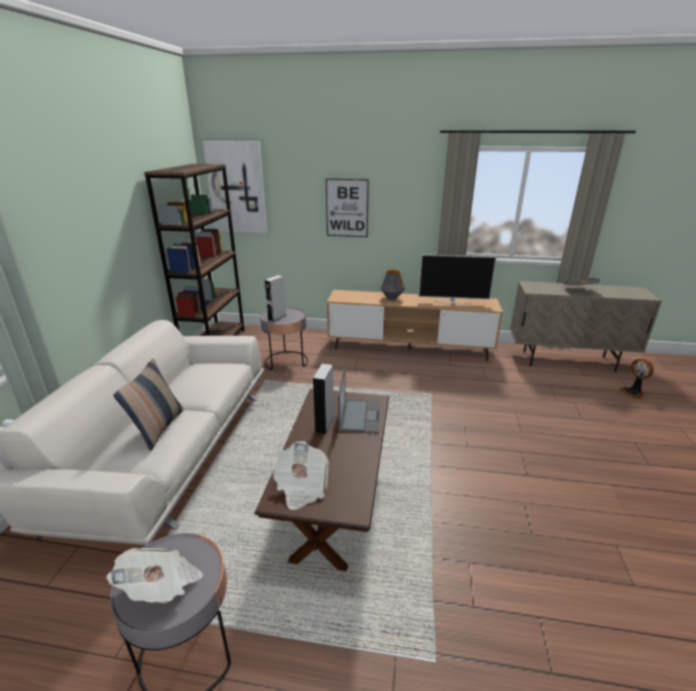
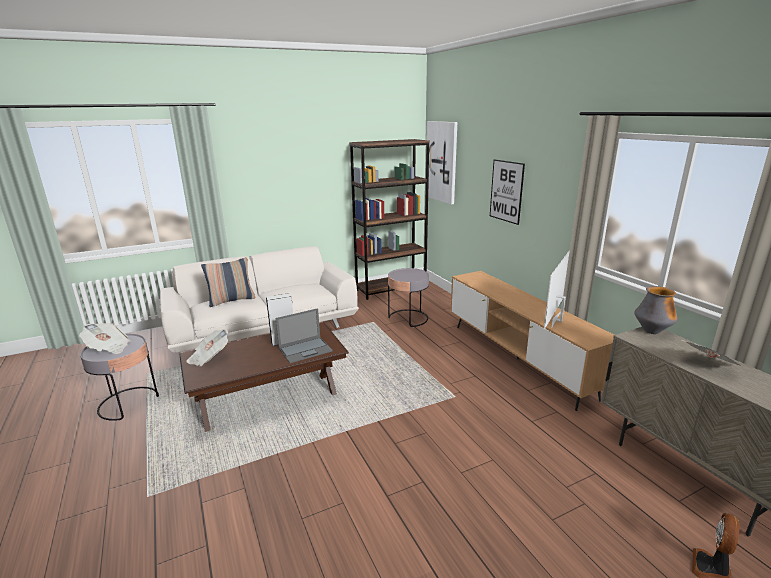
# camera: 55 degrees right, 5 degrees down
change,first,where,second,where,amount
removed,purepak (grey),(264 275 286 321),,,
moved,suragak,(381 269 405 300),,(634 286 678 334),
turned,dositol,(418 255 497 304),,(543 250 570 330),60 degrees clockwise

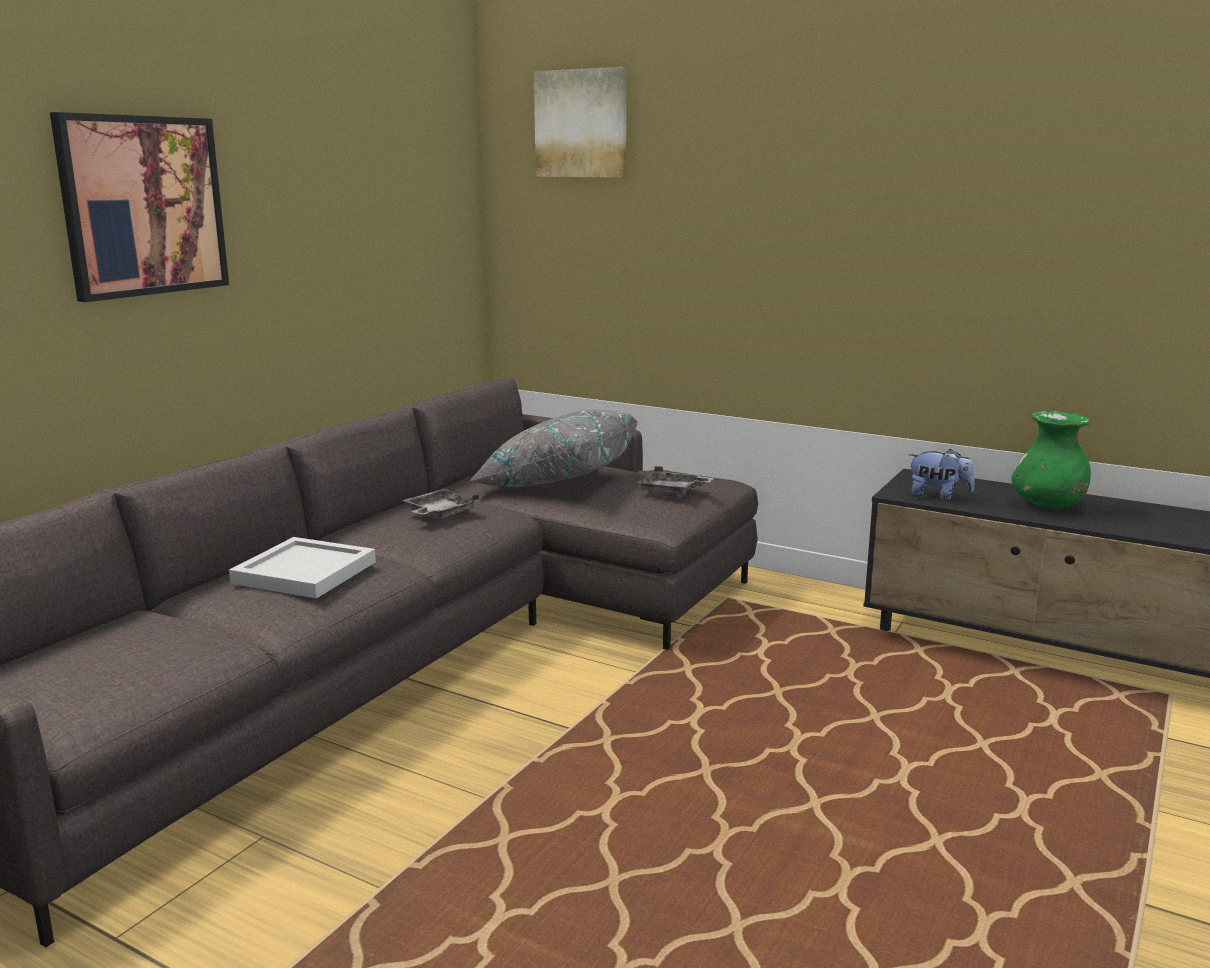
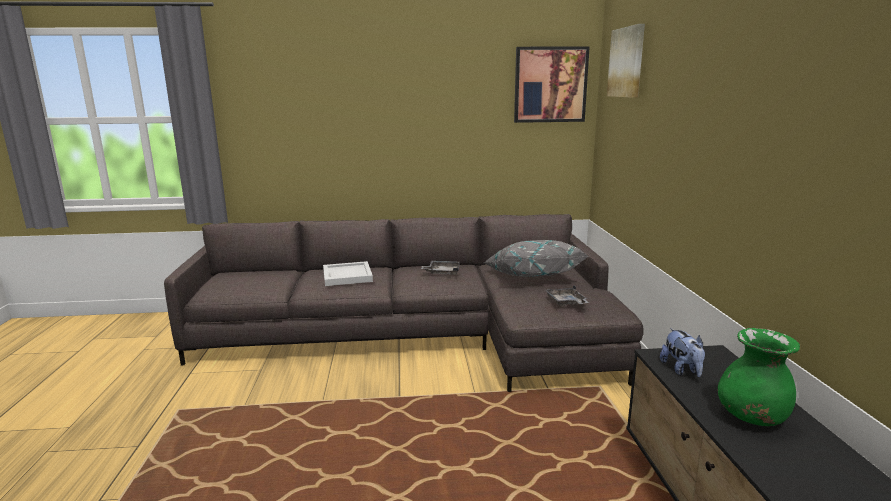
# camera: 55 degrees right, 0 degrees up
change,first,where,second,where,amount
moved,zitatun,(50 112 229 302),,(514 46 590 123),

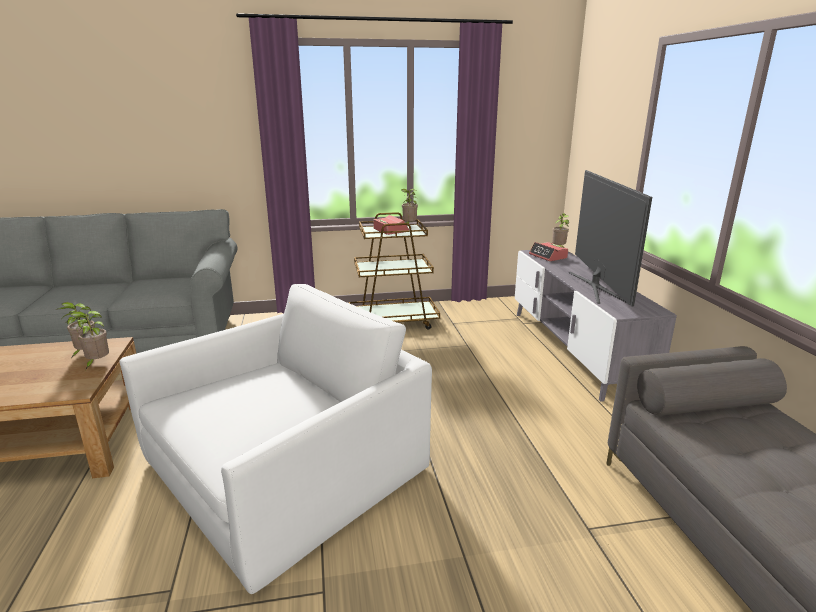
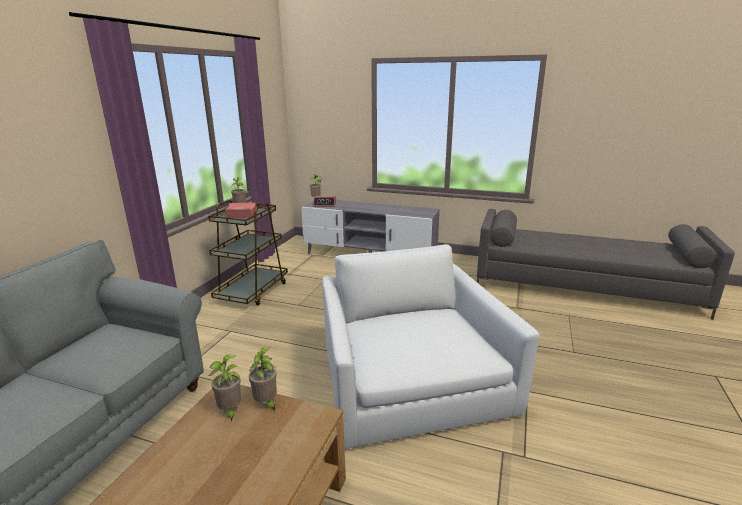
# camera: 60 degrees left, 0 degrees up
change,first,where,second,where,amount
removed,dositol,(569 170 652 307),,,

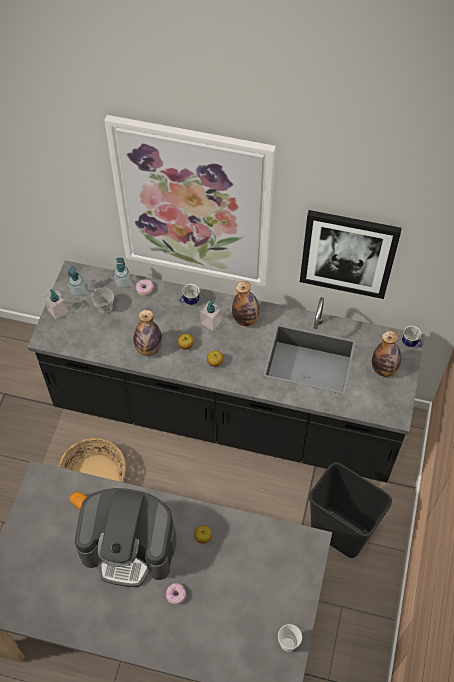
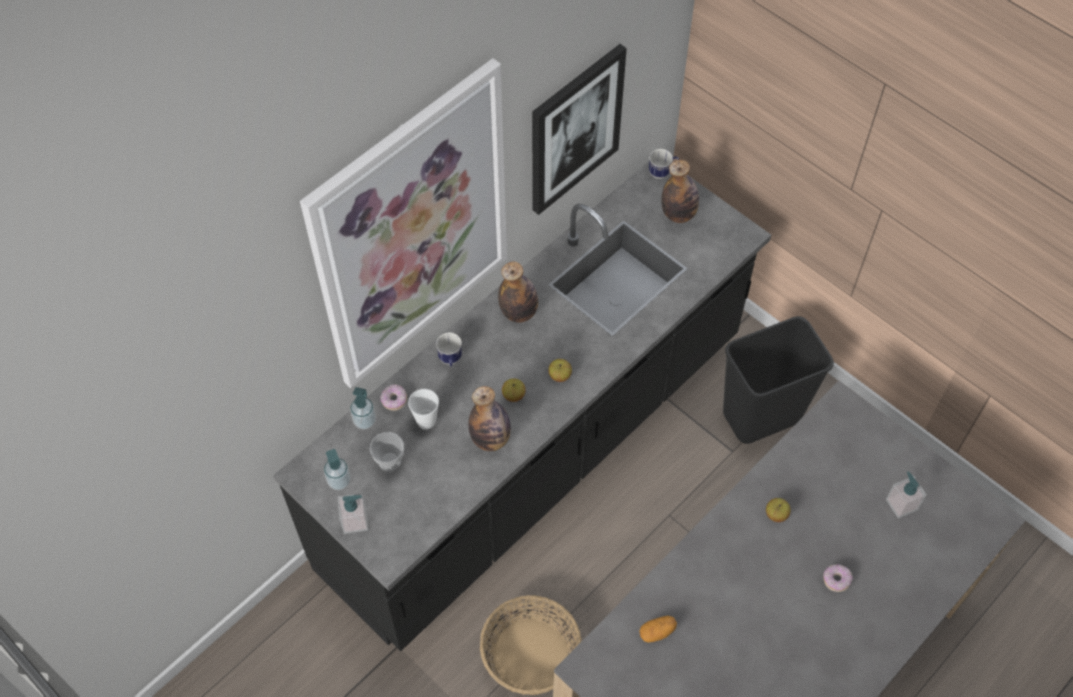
# camera: 60 degrees left, 0 degrees up
change,first,where,second,where,amount
removed,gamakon,(75 488 177 587),,,
moved,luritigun,(200 298 222 331),,(886 471 926 518),
moved,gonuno,(278 624 302 652),,(408 389 439 430),

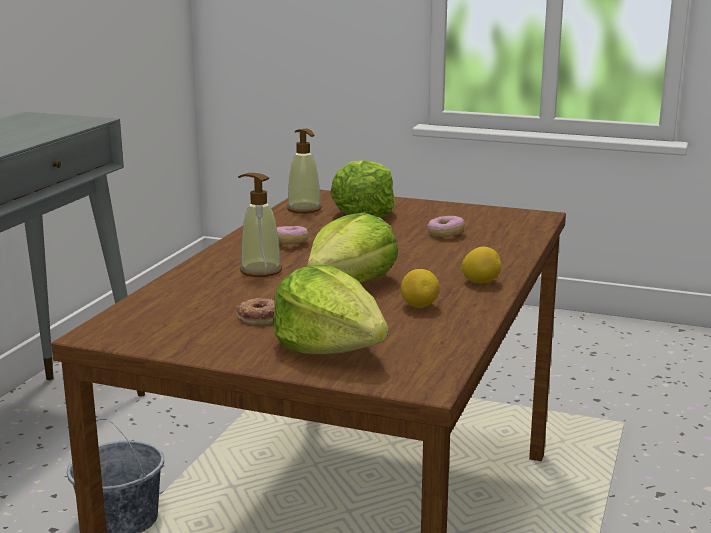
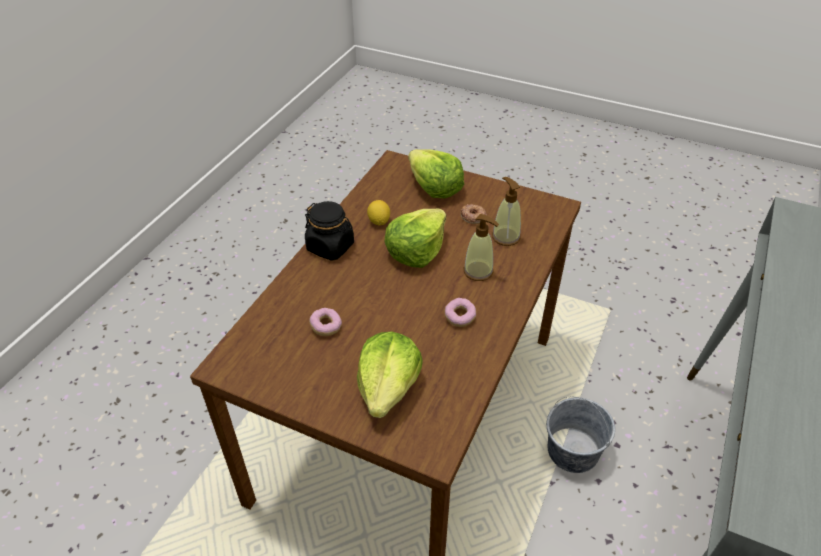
# camera: 175 degrees left, 25 degrees up
change,first,where,second,where,amount
moved,luritigun,(287 129 321 213),,(492 177 521 246),
replaced,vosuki,(461 247 501 283),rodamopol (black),(305 201 354 261),

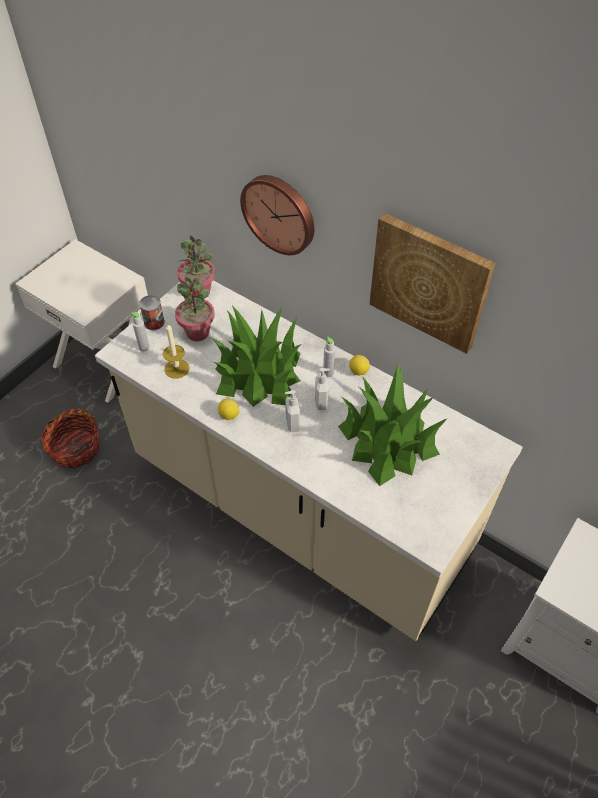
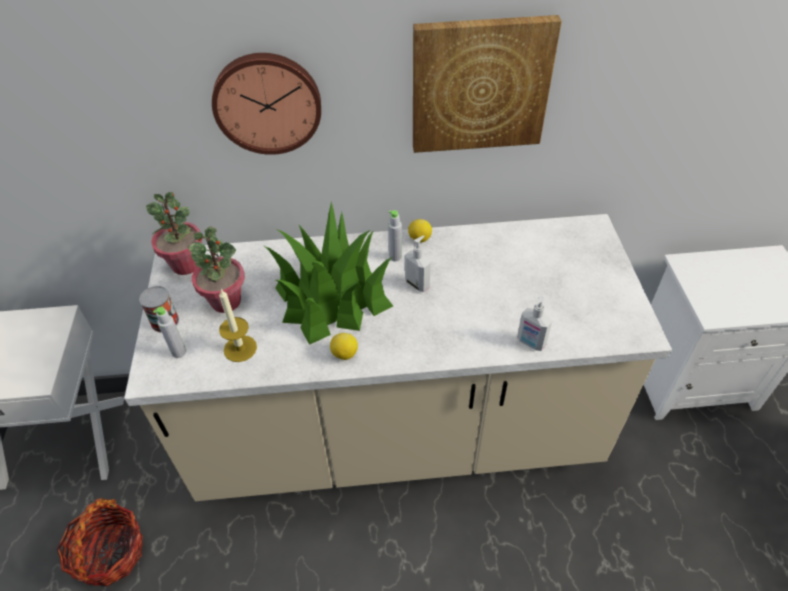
# camera: 40 degrees left, 5 degrees down
change,first,where,second,where,amount
moved,luritigun,(285 390 300 432),,(517 296 552 351),
removed,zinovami,(338 364 448 486),,,

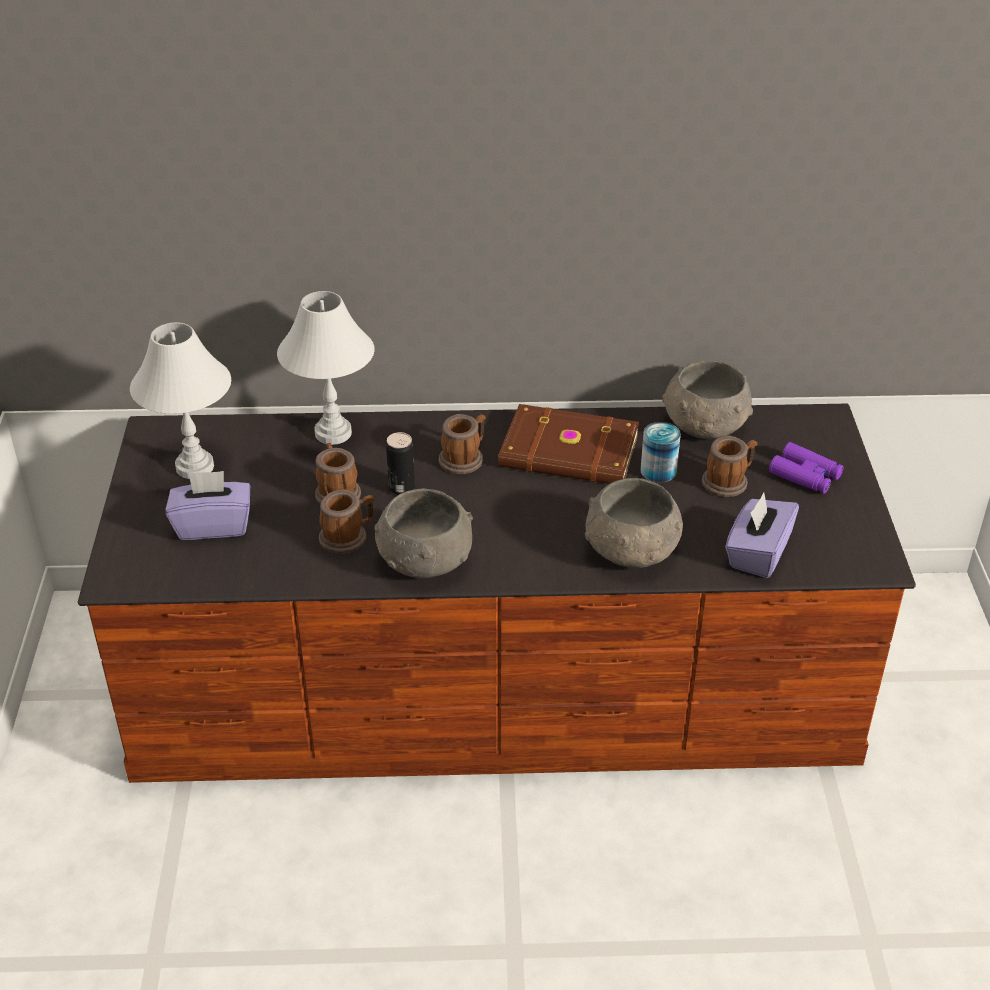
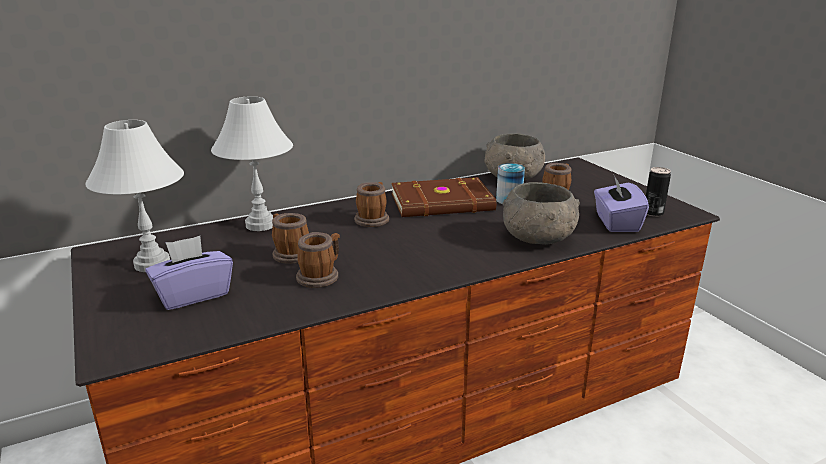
# camera: 25 degrees left, 15 degrees down
change,first,where,second,where,amount
removed,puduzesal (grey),(374 489 473 578),,,
moved,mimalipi,(386 432 415 495),,(646 167 671 217),
removed,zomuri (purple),(769 442 843 494),,,

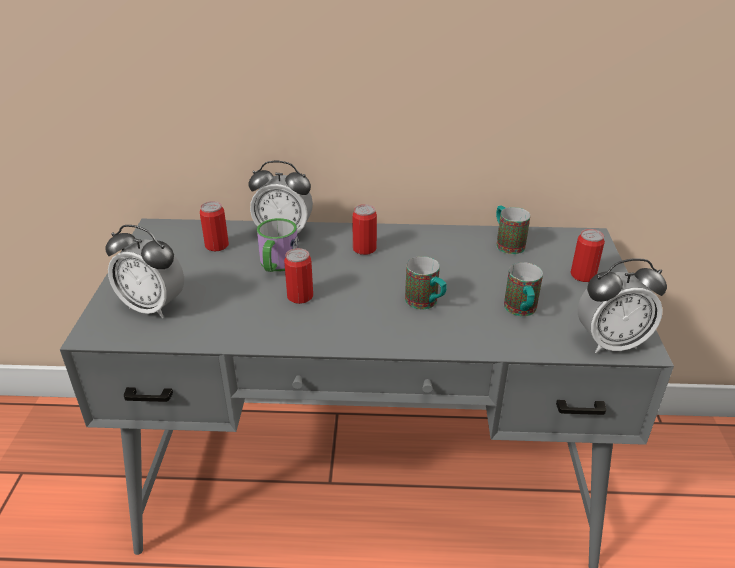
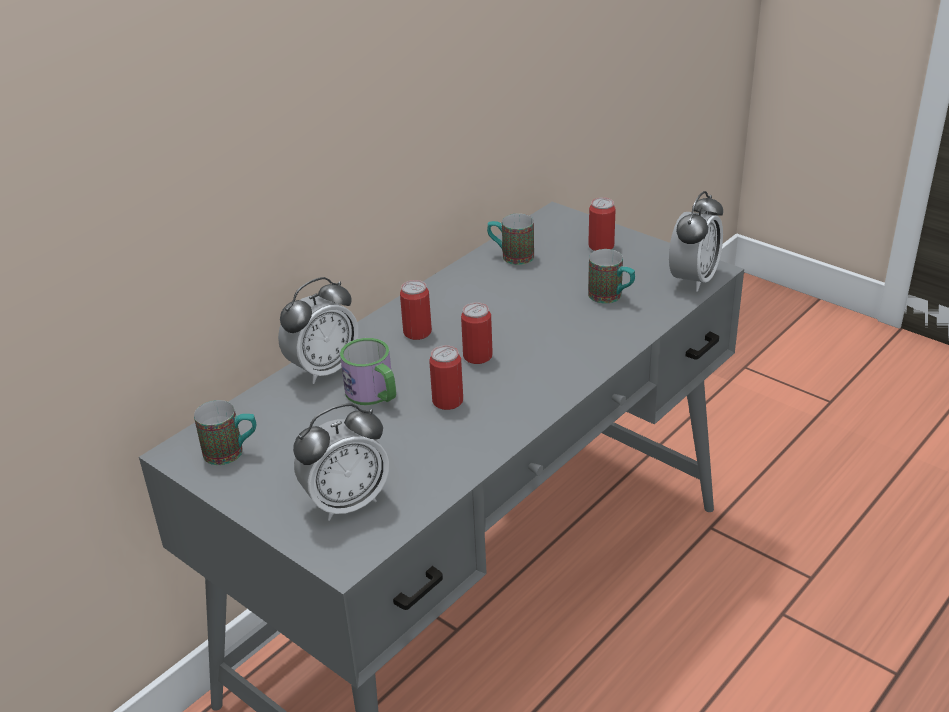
# camera: 50 degrees left, 0 degrees up
change,first,where,second,where,amount
moved,mimalipi,(200 201 229 251),,(461 302 493 364),
moved,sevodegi,(405 256 447 309),,(194 400 256 465),

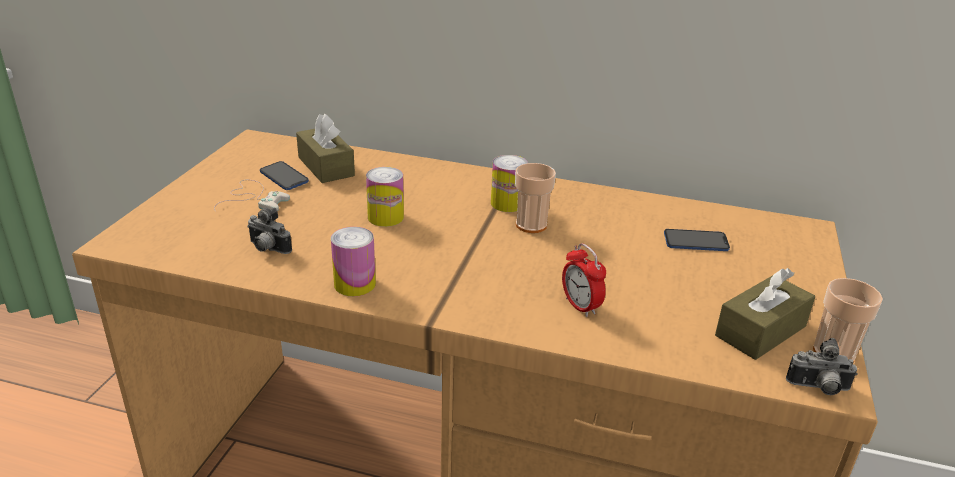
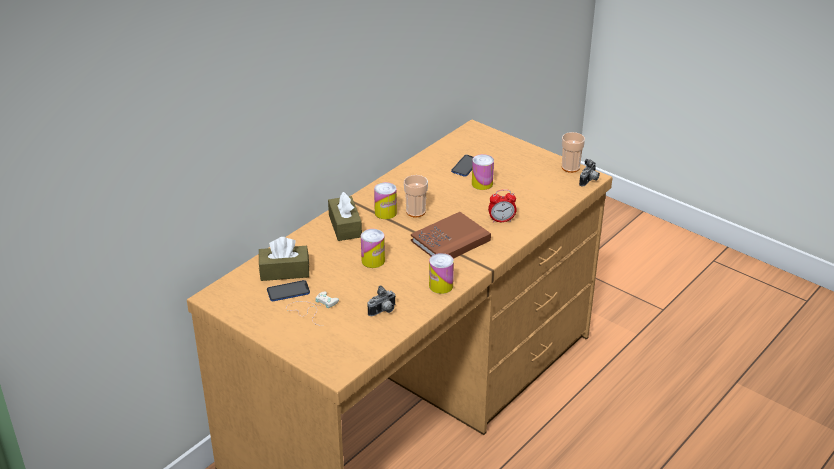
# camera: 65 degrees left, 5 degrees up
change,first,where,second,where,amount
moved,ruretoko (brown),(715 268 815 360),,(328 192 362 241),
added,,,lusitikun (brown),(411 212 491 259),
added,,,mimalipi,(472 154 494 190),

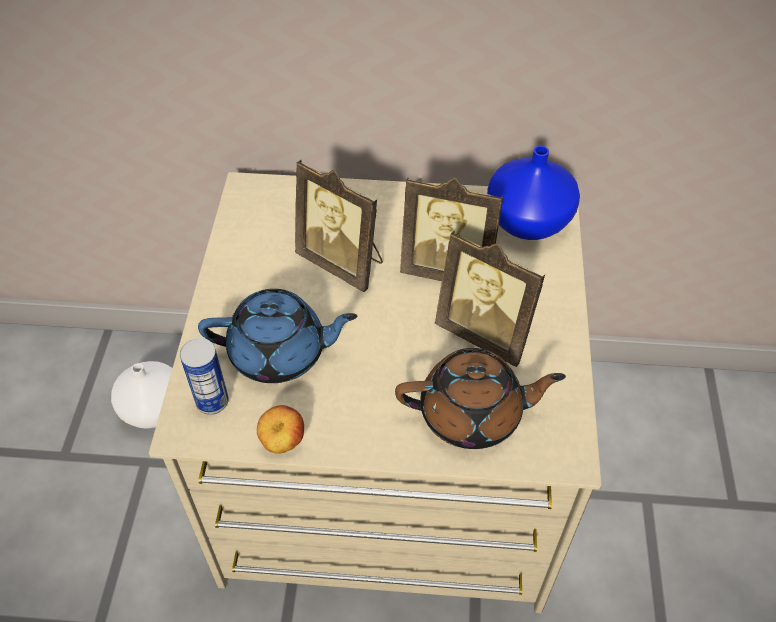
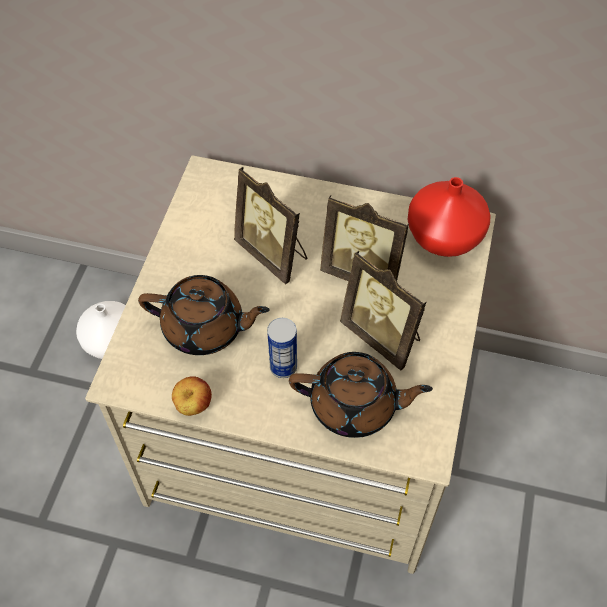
# camera: 10 degrees right, 5 degrees up
change,first,where,second,where,amount
moved,mimalipi,(180 338 229 415),,(267 318 297 378),
recoloured,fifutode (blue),(198 289 357 383),fifutode (brown),(138 275 270 355),
recoloured,suragak (blue),(487 146 580 240),suragak (red),(408 177 491 257),

